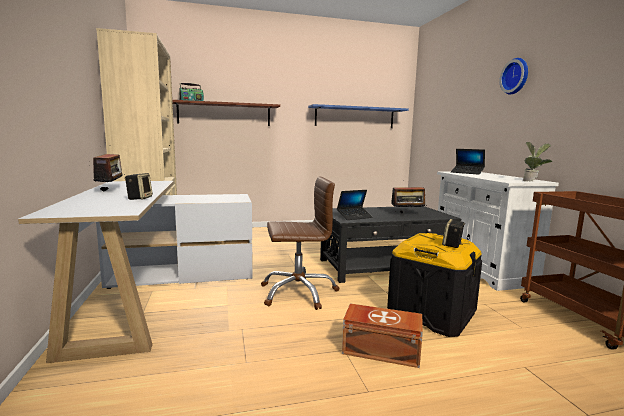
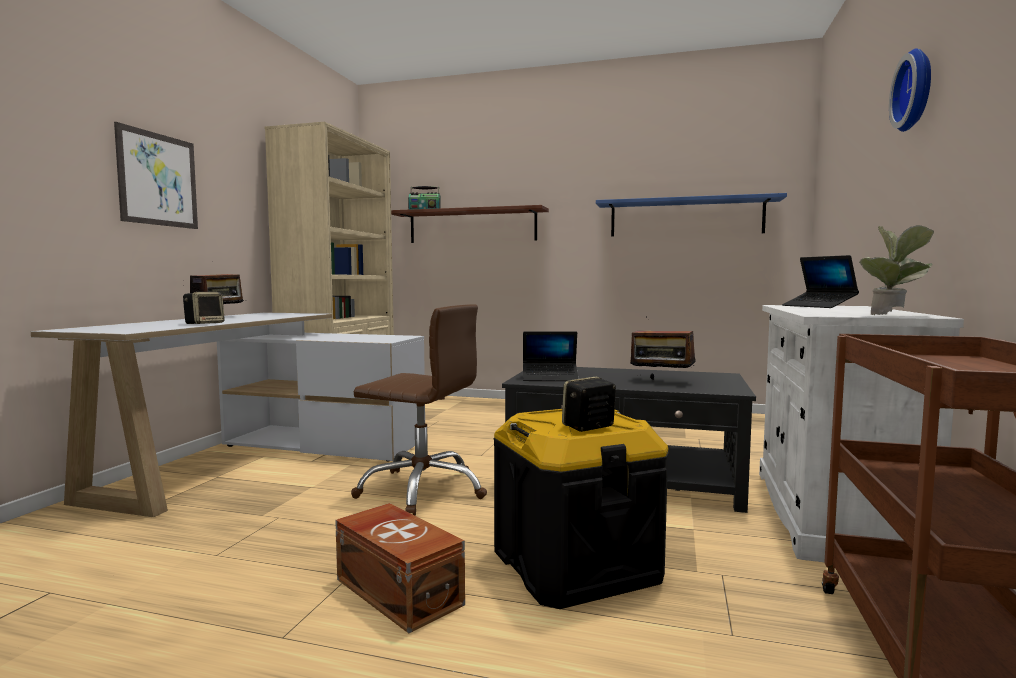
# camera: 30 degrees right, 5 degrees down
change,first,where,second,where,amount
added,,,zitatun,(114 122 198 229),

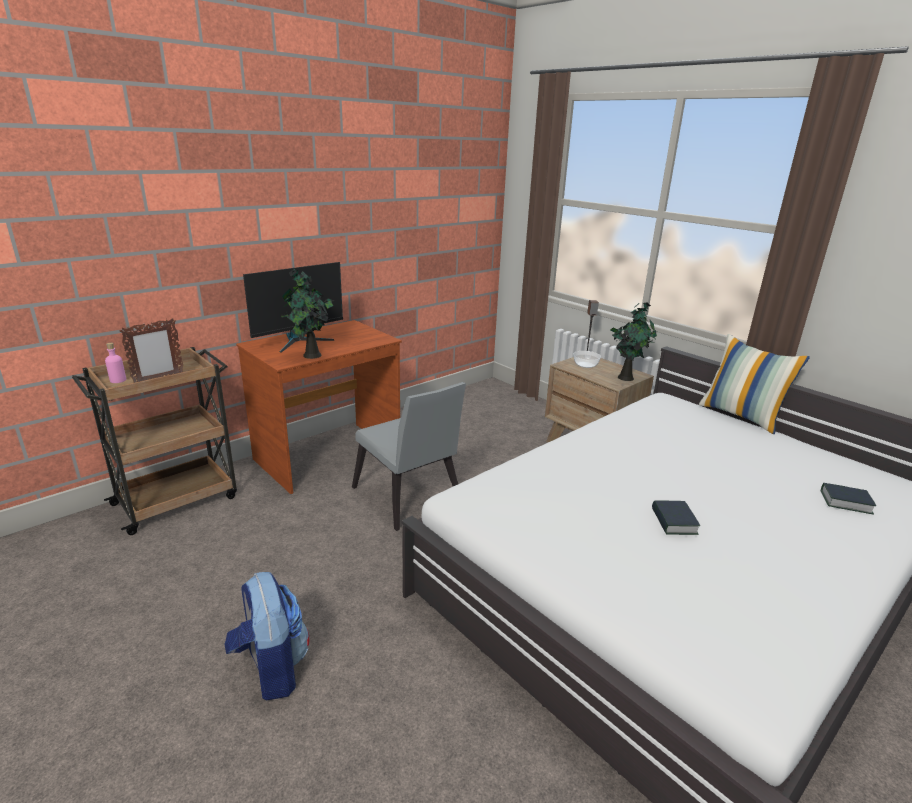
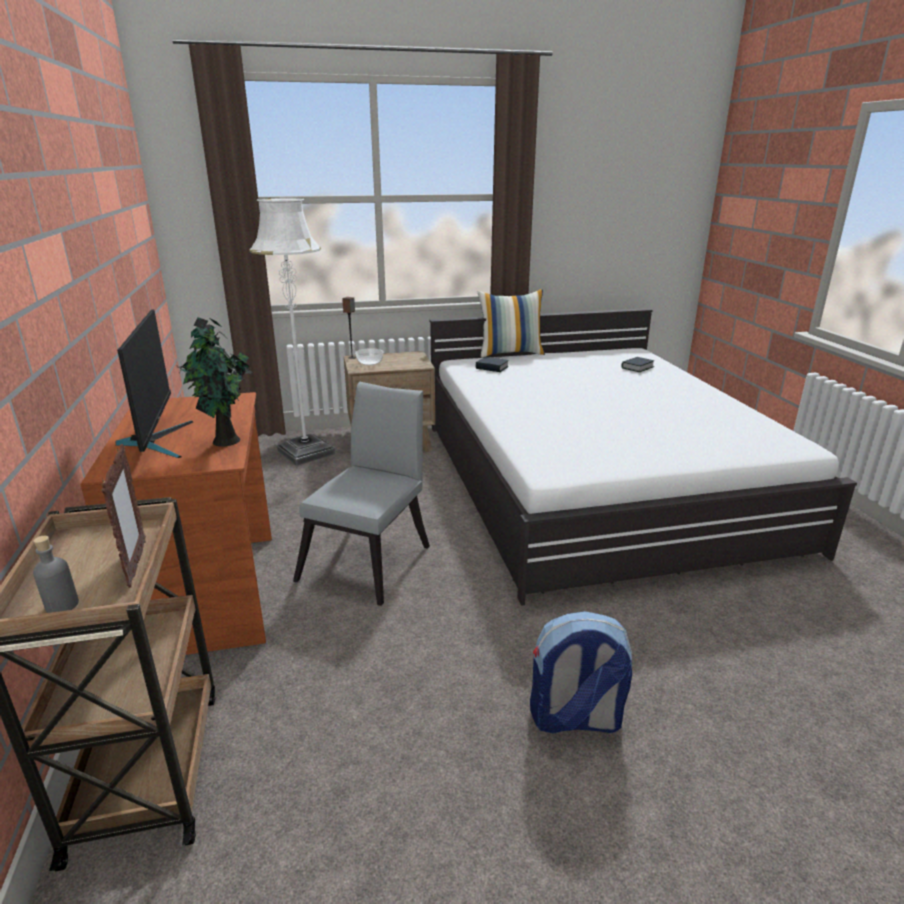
# camera: 60 degrees left, 0 degrees up
change,first,where,second,where,amount
recoloured,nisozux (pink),(105 343 126 383),nisozux (grey),(33 536 79 613),
turned,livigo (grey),(352 382 466 531),,(293 382 430 606),60 degrees counterclockwise
removed,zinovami,(610 302 657 381),,,
moved,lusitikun,(652 500 700 535),,(476 357 509 372),
added,,,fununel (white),(249 198 336 466),

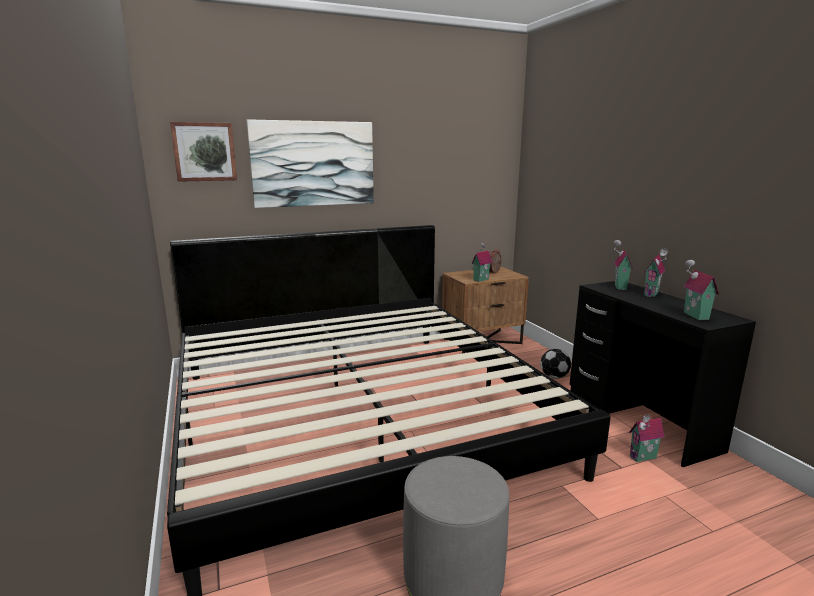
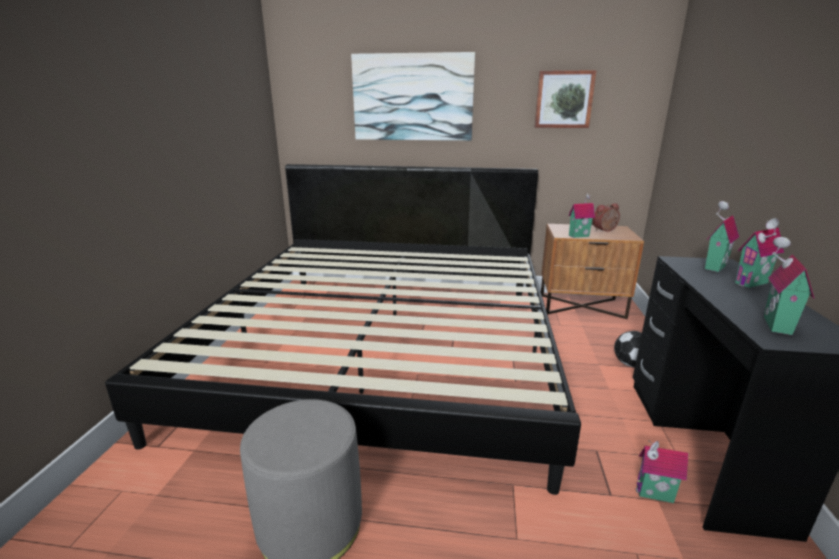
# camera: 30 degrees right, 5 degrees up
change,first,where,second,where,amount
moved,zitatun,(170 122 237 182),,(534 70 596 128),

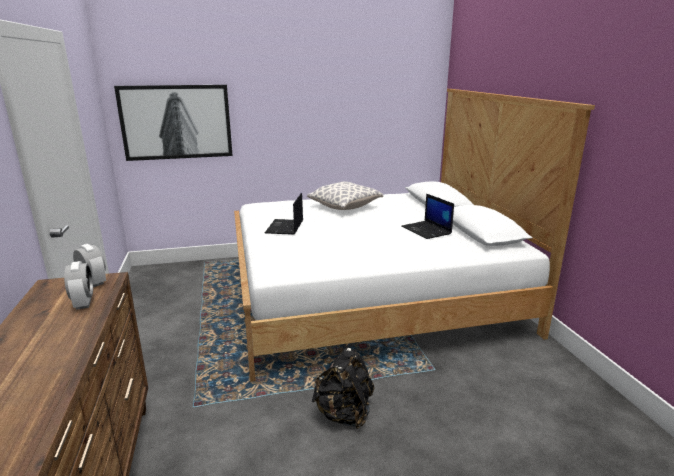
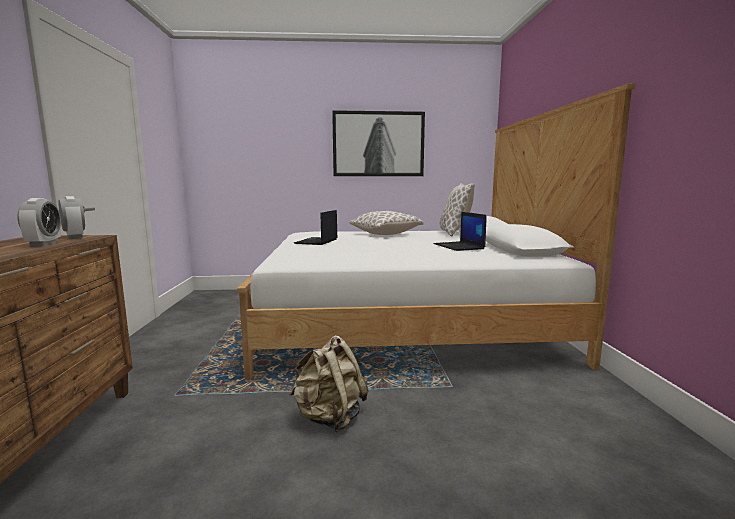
# camera: 10 degrees right, 10 degrees down
change,first,where,second,where,amount
moved,zitatun,(114 85 233 161),,(332 110 425 176),
recoloured,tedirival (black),(312 348 374 429),tedirival (beige),(289 335 368 432),
added,,,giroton,(440 183 475 237),

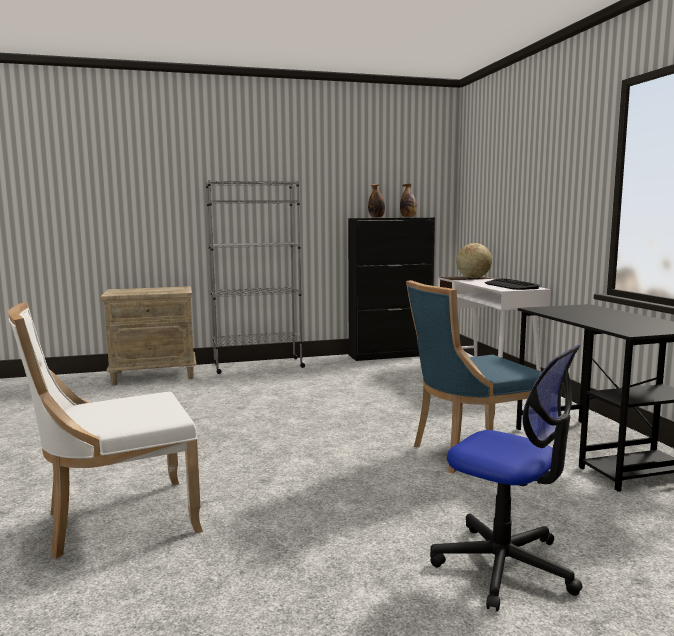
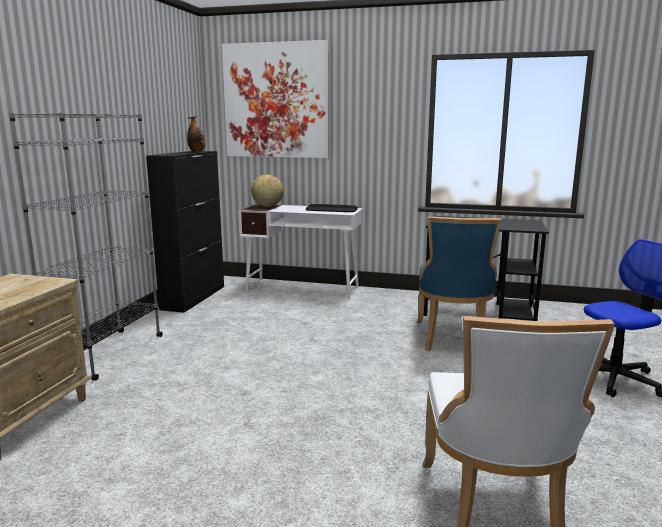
# camera: 60 degrees left, 5 degrees up
change,first,where,second,where,amount
removed,nisozux,(368 184 385 218),,,
added,,,zitatun,(222 40 330 158),

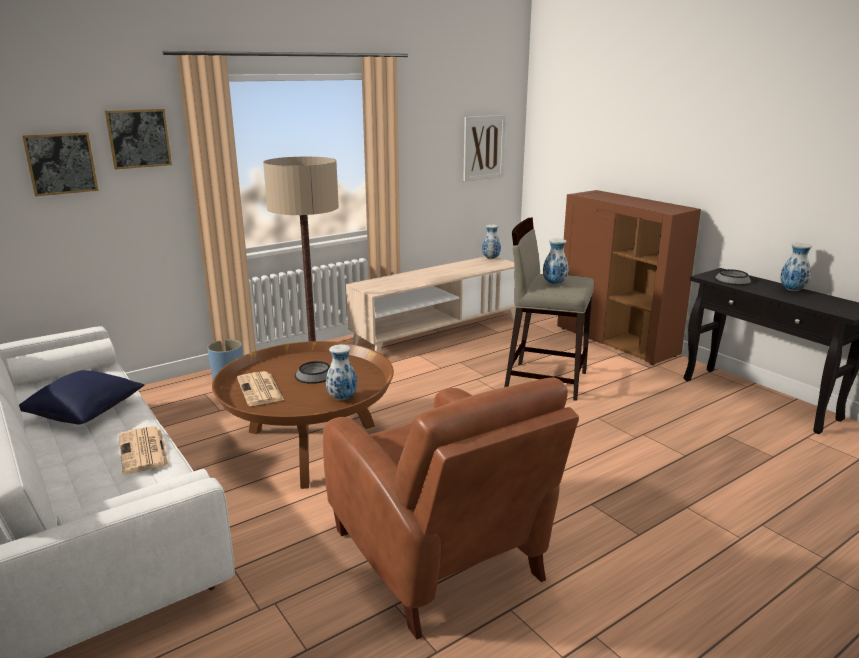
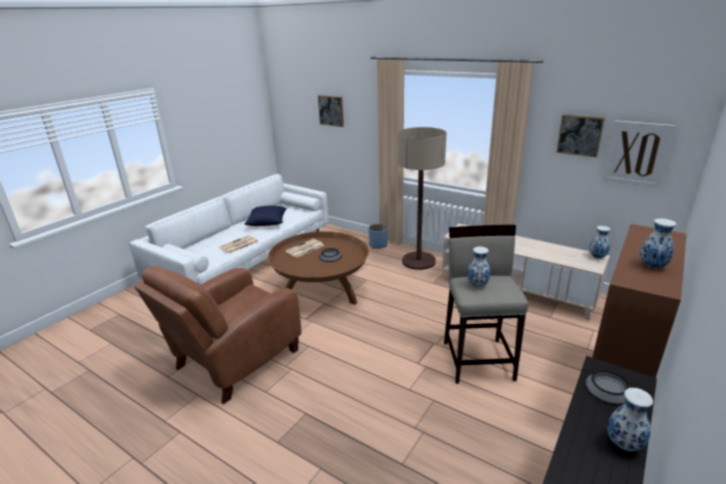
# camera: 70 degrees right, 5 degrees up
change,first,where,second,where,amount
moved,zitatun,(105 109 172 169),,(556 115 605 157),
moved,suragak,(326 344 357 400),,(640 218 676 268),

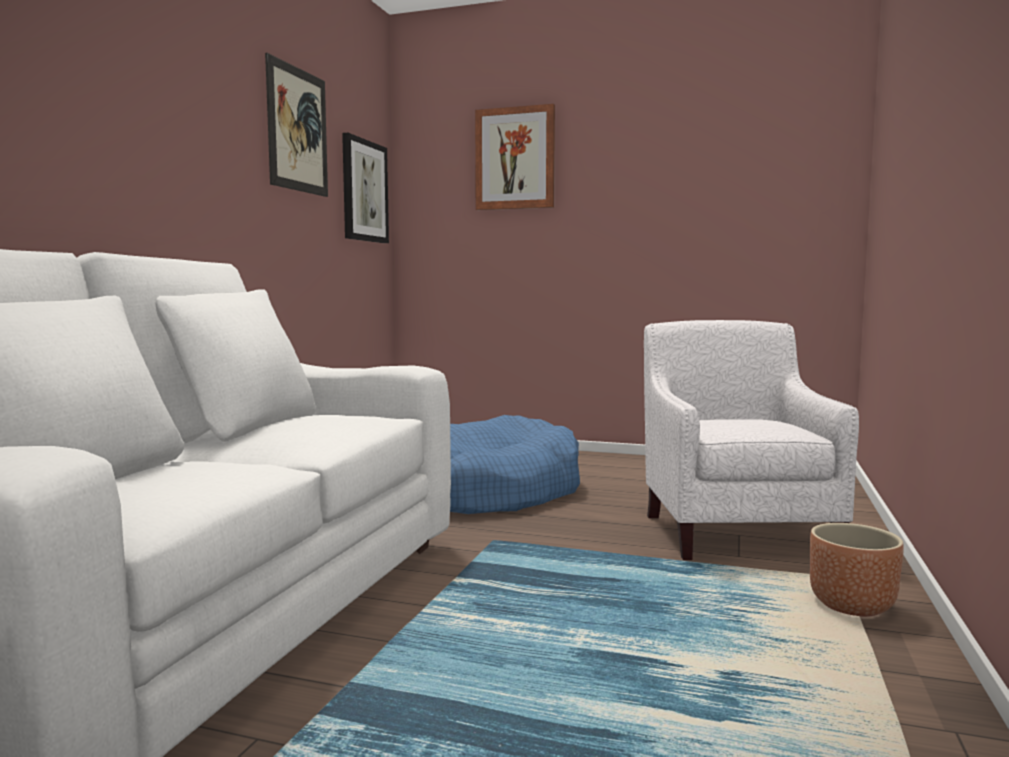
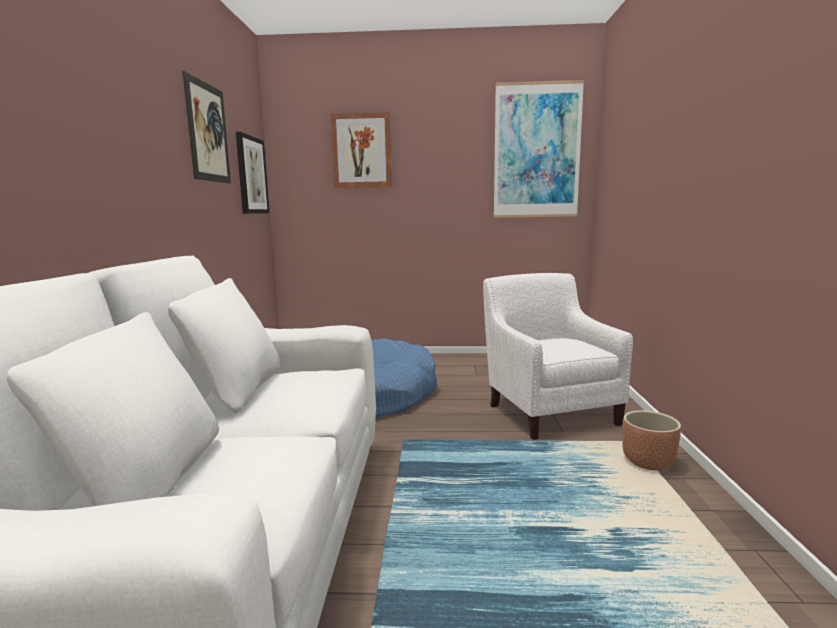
# camera: 15 degrees left, 5 degrees up
change,first,where,second,where,amount
added,,,zitatun,(494 80 584 218),

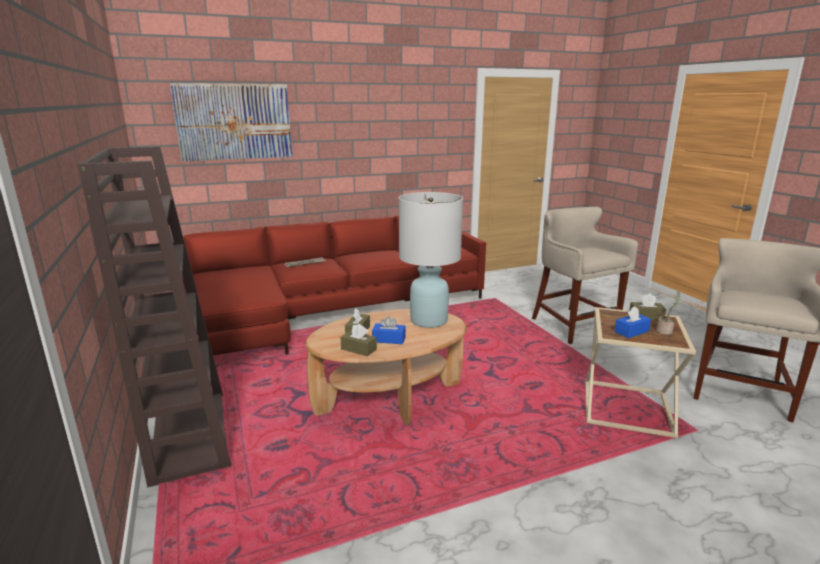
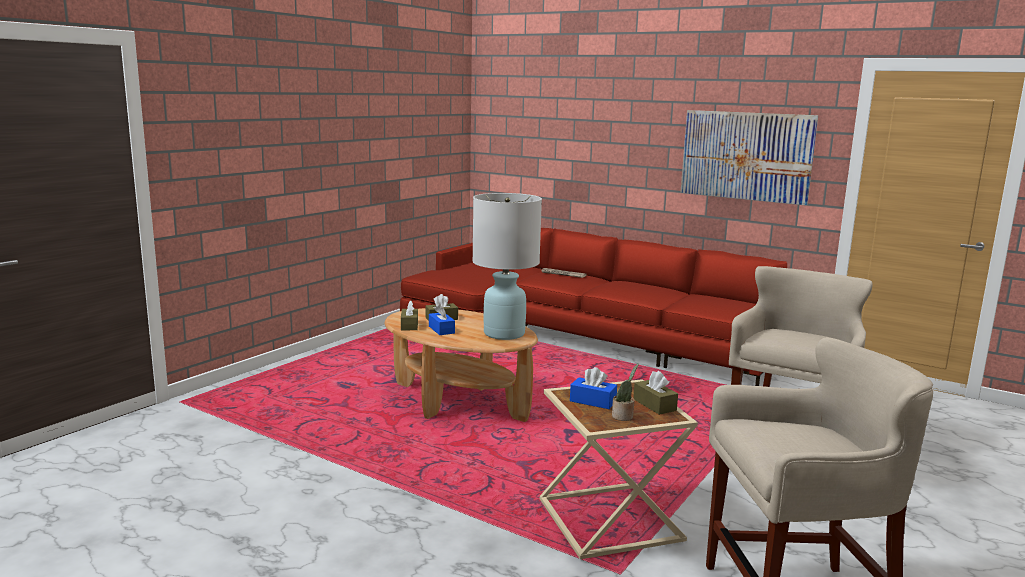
# camera: 55 degrees right, 5 degrees down
change,first,where,second,where,amount
removed,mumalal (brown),(78 146 231 487),,,
moved,zitatun,(170 83 292 161),,(680 110 818 205),

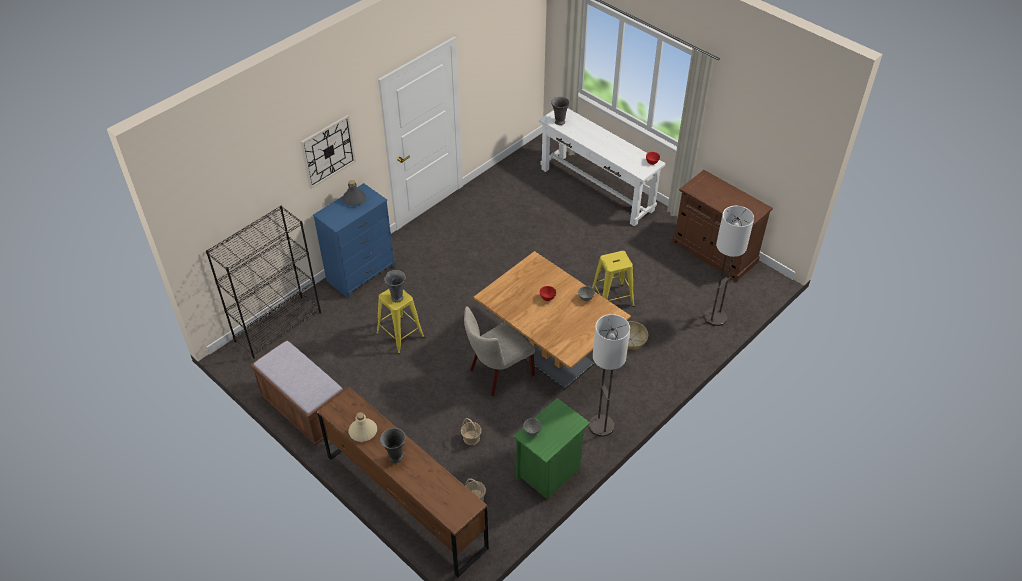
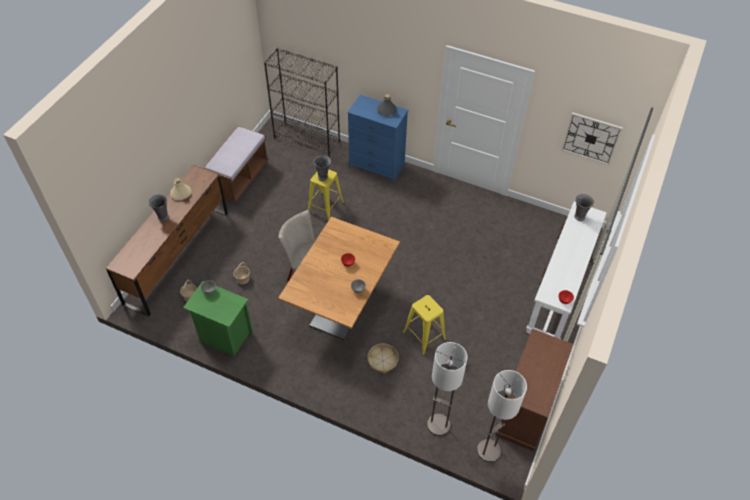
# camera: 70 degrees right, 5 degrees up
change,first,where,second,where,amount
moved,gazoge,(301 115 356 189),,(561 112 623 165),
moved,fununel,(589 314 630 437),,(477 370 527 462),

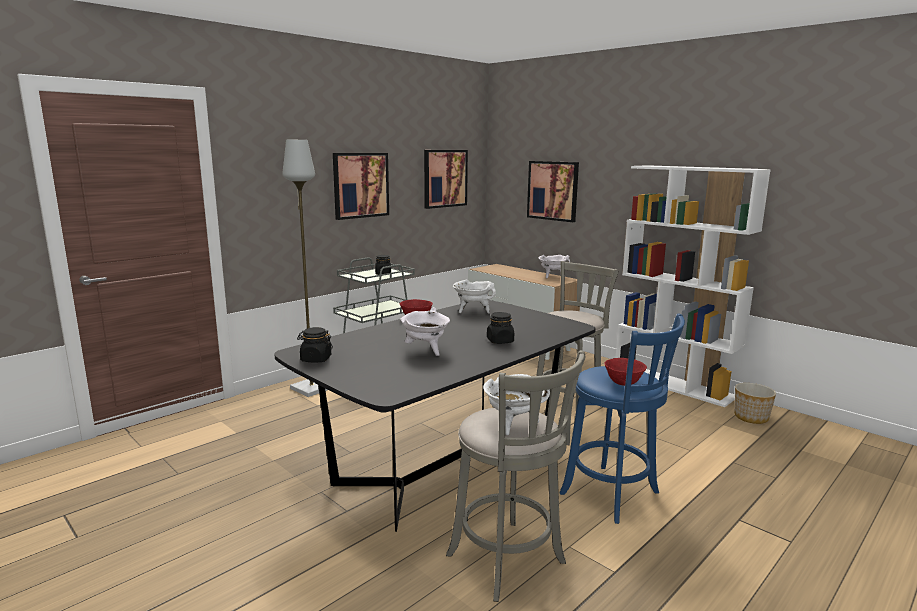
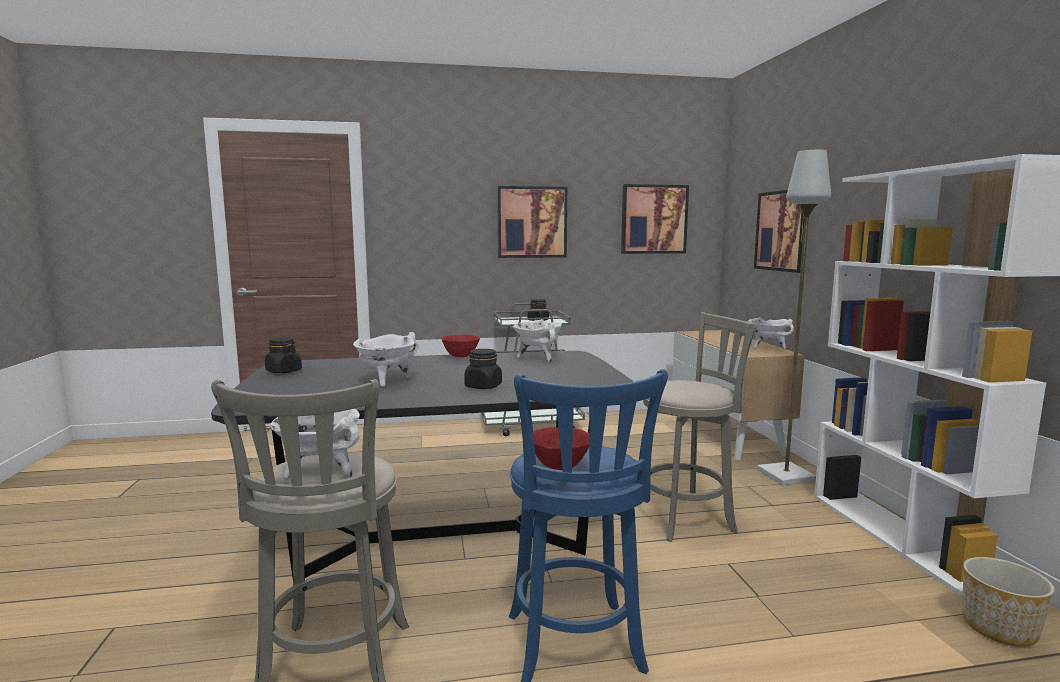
# camera: 35 degrees right, 5 degrees down
change,first,where,second,where,amount
moved,fununel (grey),(282 140 328 397),,(757 150 831 485),

